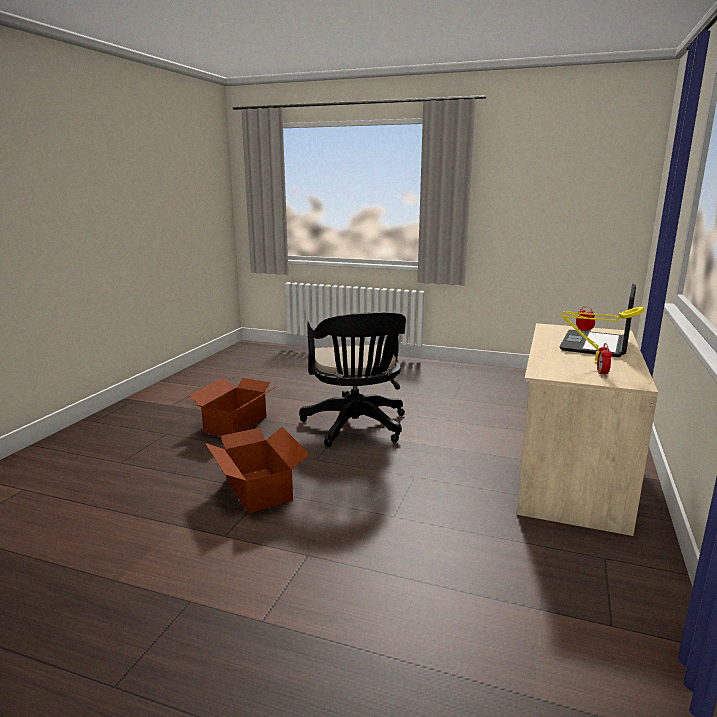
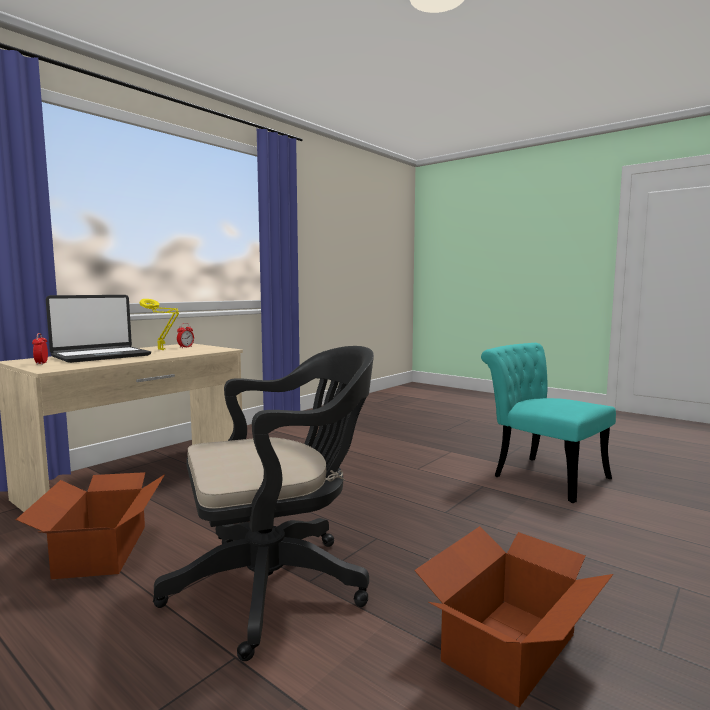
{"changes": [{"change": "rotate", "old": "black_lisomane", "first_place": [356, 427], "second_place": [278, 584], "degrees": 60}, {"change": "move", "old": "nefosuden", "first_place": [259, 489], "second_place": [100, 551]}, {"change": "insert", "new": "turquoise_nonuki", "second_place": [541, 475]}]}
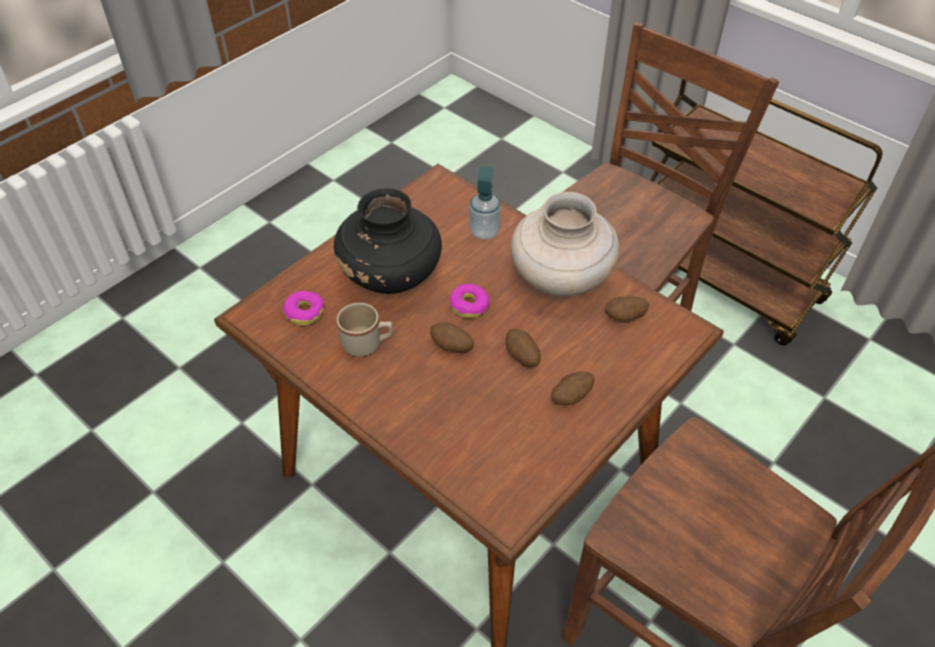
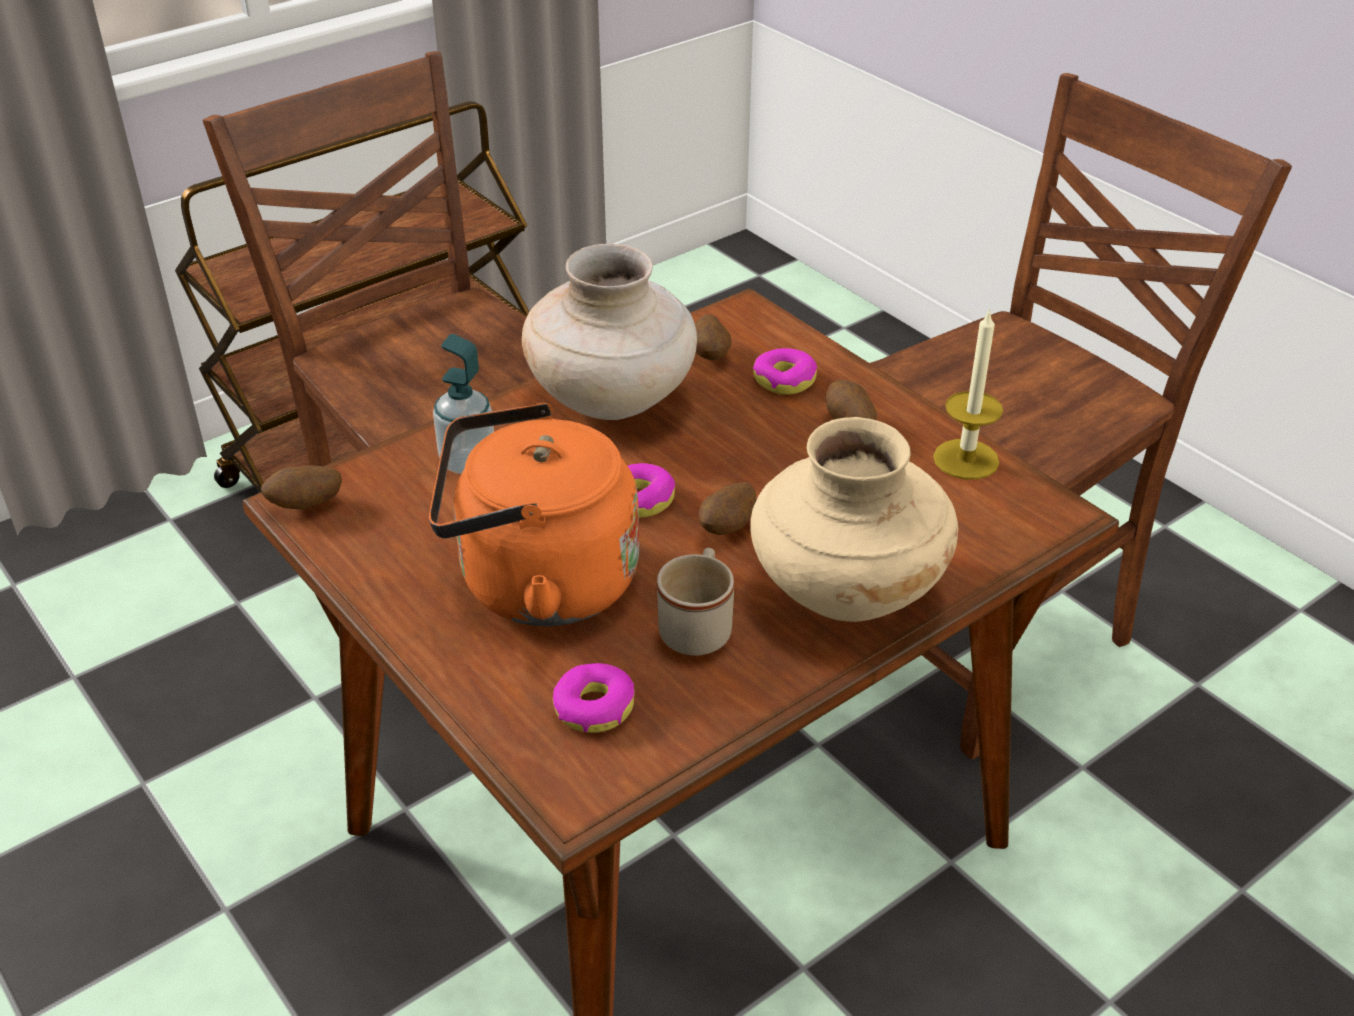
{"changes": [{"change": "replace", "old": "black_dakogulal", "new": "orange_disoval", "first_place": [391, 276], "second_place": [537, 583]}, {"change": "move", "old": "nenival", "first_place": [522, 357], "second_place": [306, 506]}, {"change": "insert", "new": "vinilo", "second_place": [966, 459]}, {"change": "insert", "new": "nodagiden", "second_place": [785, 380]}, {"change": "insert", "new": "beige_dakogulal", "second_place": [845, 591]}]}
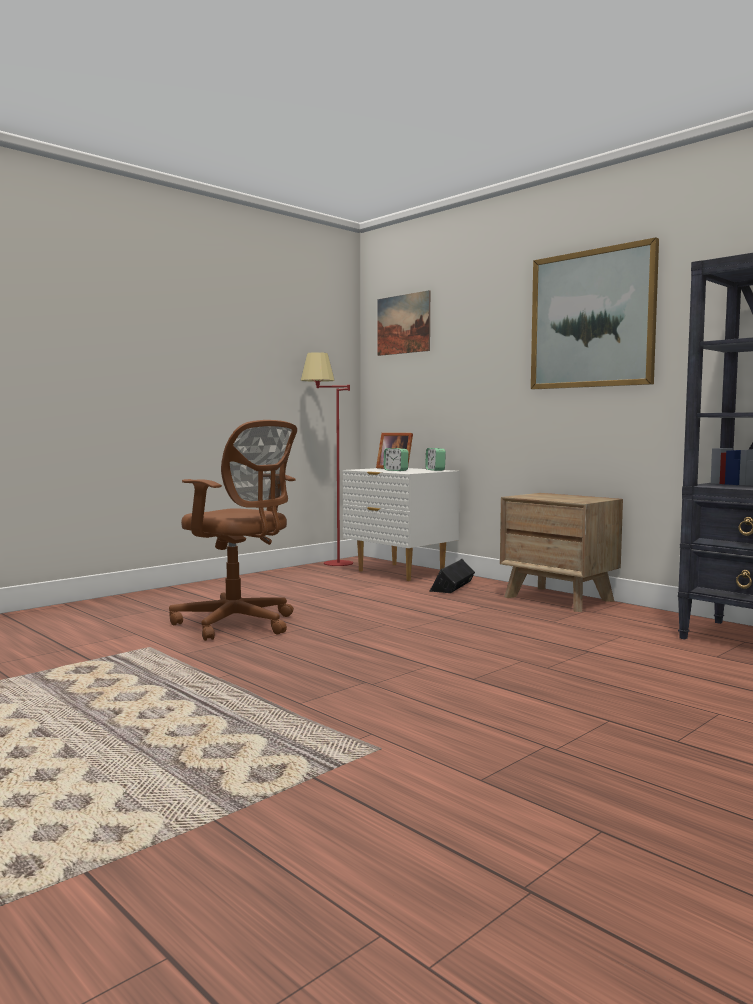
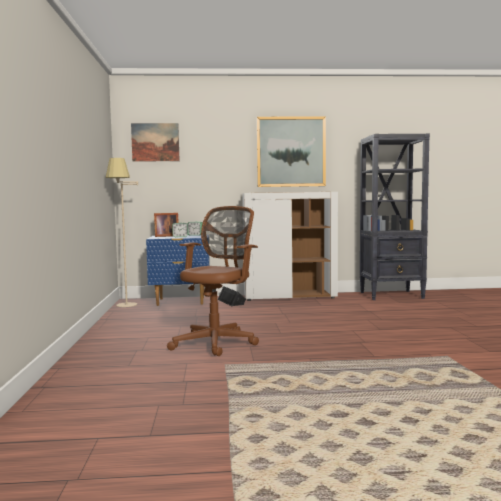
{"changes": [{"change": "recolor", "old": "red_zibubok", "new": "beige_zibubok", "first_place": [328, 565], "second_place": [125, 307]}, {"change": "rotate", "old": "brown_lisomane", "first_place": [238, 624], "second_place": [217, 342], "degrees": -45}, {"change": "recolor", "old": "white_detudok", "new": "blue_detudok", "first_place": [400, 572], "second_place": [181, 302]}, {"change": "replace", "old": "brown_detudok", "new": "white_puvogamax", "first_place": [559, 599], "second_place": [290, 297]}]}
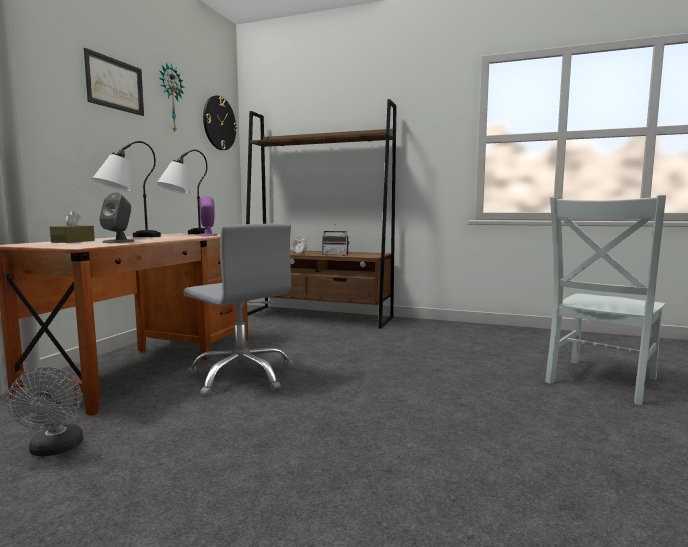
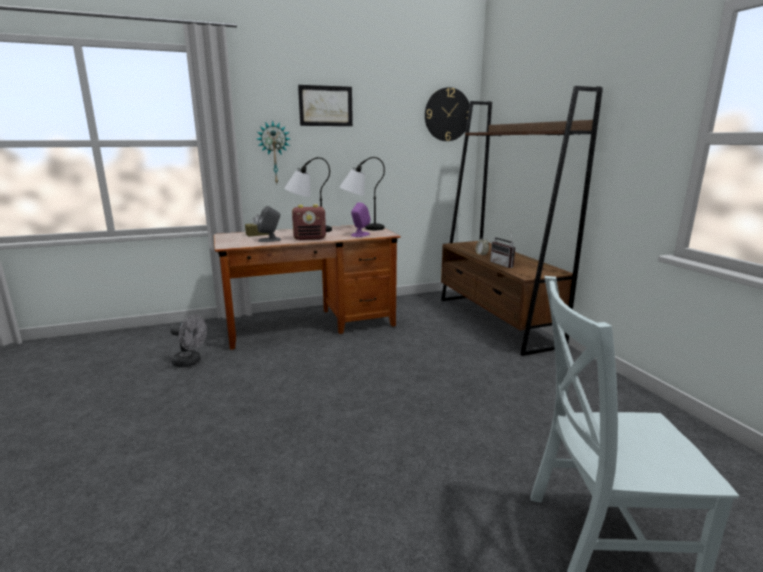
{"changes": [{"change": "move", "old": "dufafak", "first_place": [170, 98], "second_place": [274, 153]}, {"change": "delete", "old": "grey_lisomane", "first_place": [242, 376]}, {"change": "rotate", "old": "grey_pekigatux", "first_place": [55, 450], "second_place": [191, 362], "degrees": -105}, {"change": "insert", "new": "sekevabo", "second_place": [310, 238]}]}
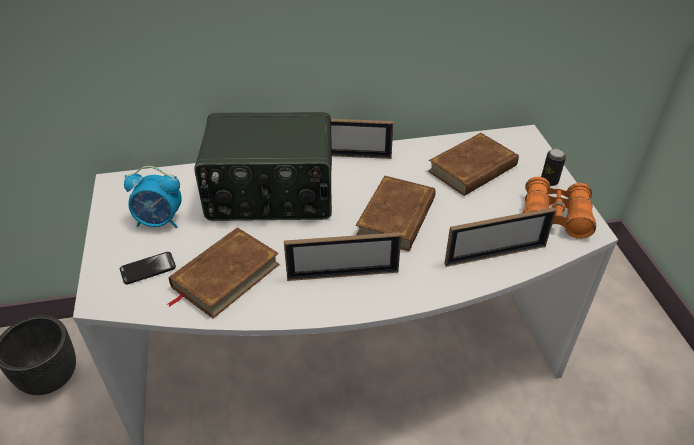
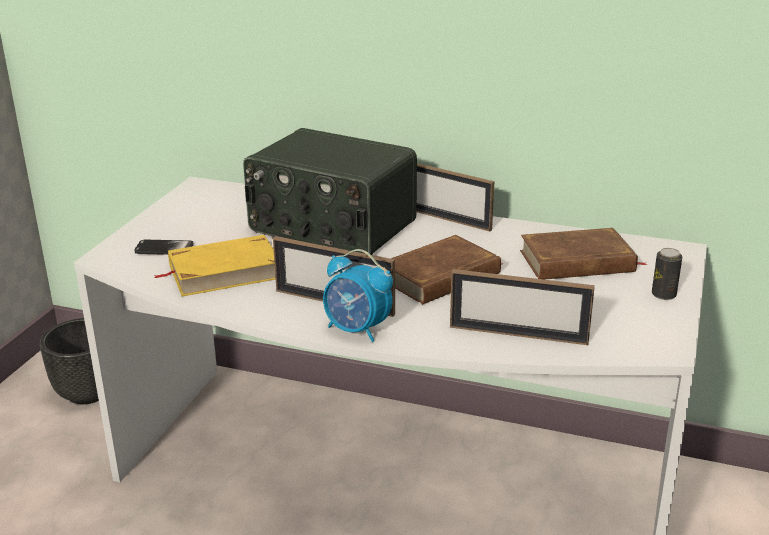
{"changes": [{"change": "move", "old": "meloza", "first_place": [160, 221], "second_place": [357, 330]}, {"change": "delete", "old": "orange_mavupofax", "first_place": [555, 217]}, {"change": "recolor", "old": "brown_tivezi", "new": "yellow_tivezi", "first_place": [225, 276], "second_place": [224, 272]}]}
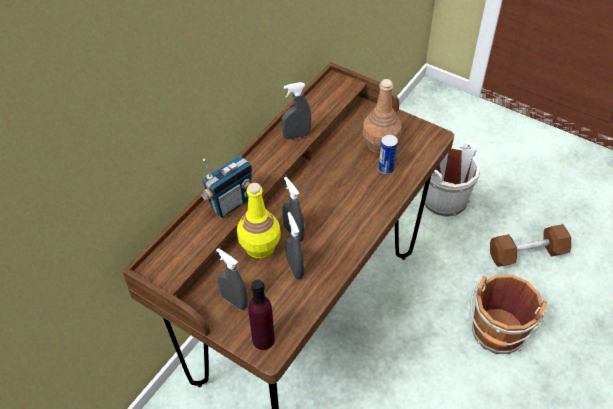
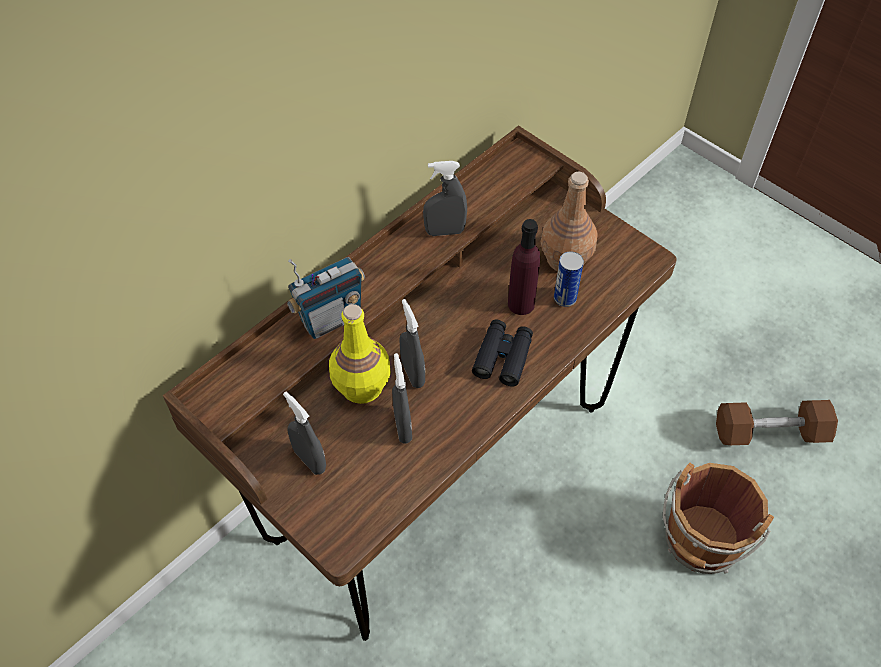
{"changes": [{"change": "delete", "old": "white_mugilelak", "first_place": [442, 198]}, {"change": "move", "old": "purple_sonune", "first_place": [263, 340], "second_place": [521, 304]}, {"change": "insert", "new": "black_mavupofax", "second_place": [503, 357]}]}
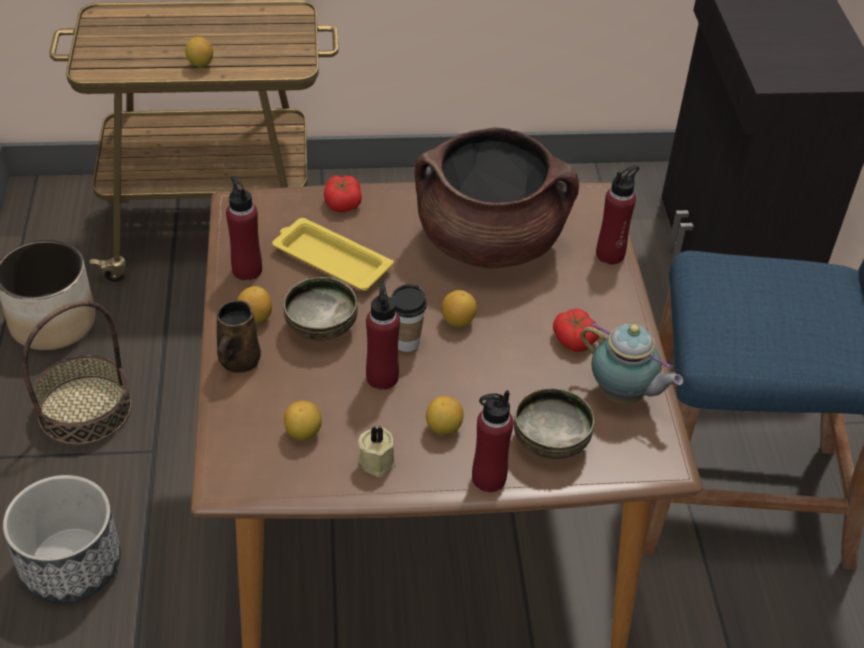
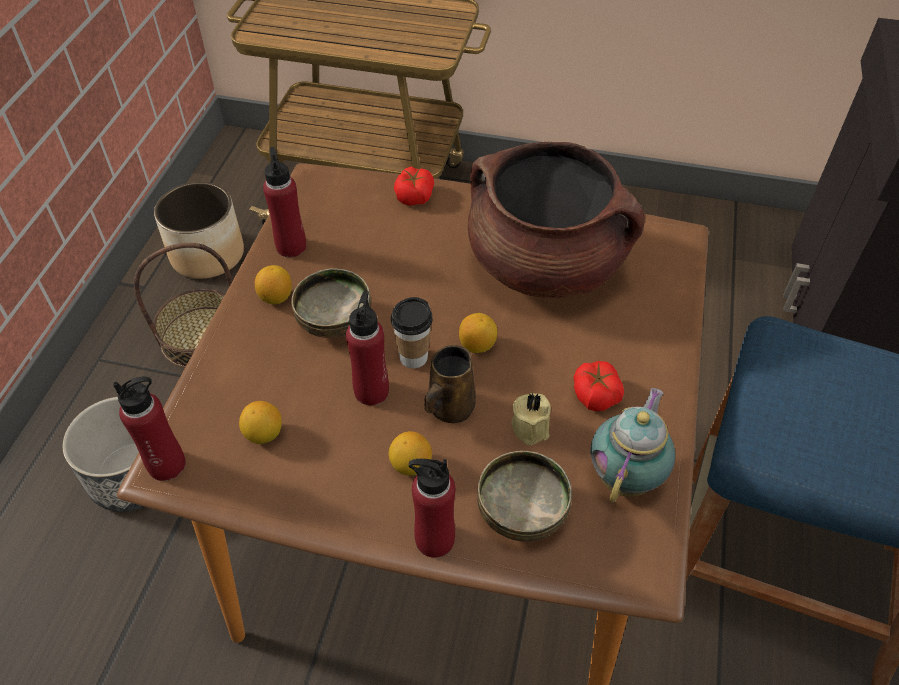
{"changes": [{"change": "delete", "old": "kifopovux", "first_place": [200, 64]}, {"change": "move", "old": "red_sonune", "first_place": [610, 254], "second_place": [167, 464]}, {"change": "delete", "old": "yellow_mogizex", "first_place": [330, 260]}, {"change": "move", "old": "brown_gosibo", "first_place": [238, 361], "second_place": [449, 408]}, {"change": "rotate", "old": "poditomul", "first_place": [623, 396], "second_place": [626, 476], "degrees": -120}, {"change": "move", "old": "beige_vinilo", "first_place": [377, 460], "second_place": [531, 426]}]}
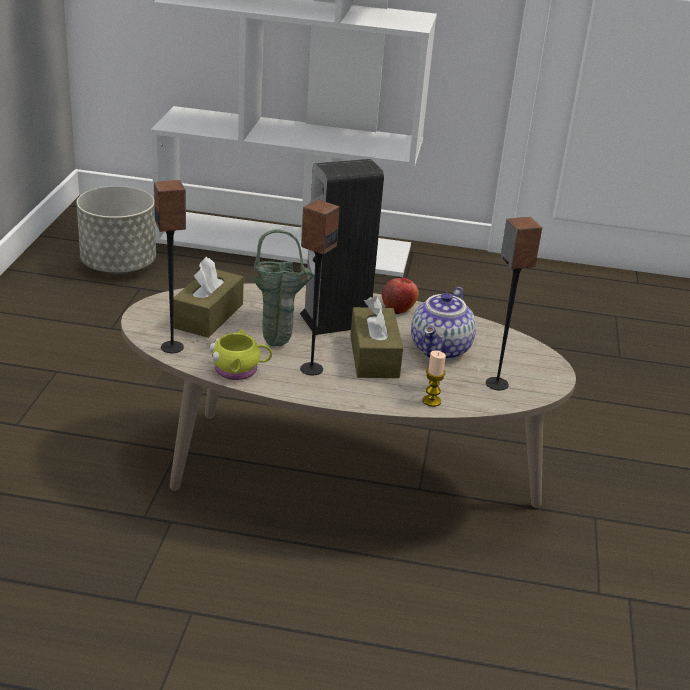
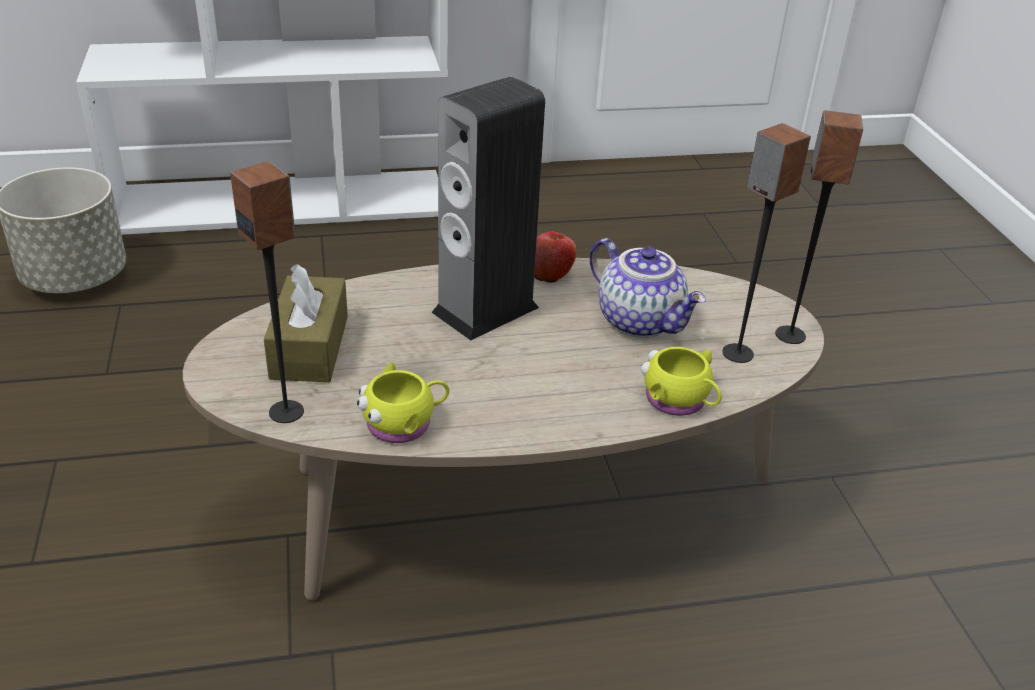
{"changes": [{"change": "move", "old": "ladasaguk", "first_place": [311, 369], "second_place": [789, 335]}, {"change": "delete", "old": "green_dakogulal", "first_place": [280, 345]}, {"change": "rotate", "old": "poditomul", "first_place": [441, 350], "second_place": [641, 321], "degrees": -45}, {"change": "delete", "old": "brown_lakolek", "first_place": [374, 356]}, {"change": "replace", "old": "vinilo", "new": "yellow_gosibo", "first_place": [431, 401], "second_place": [679, 401]}]}
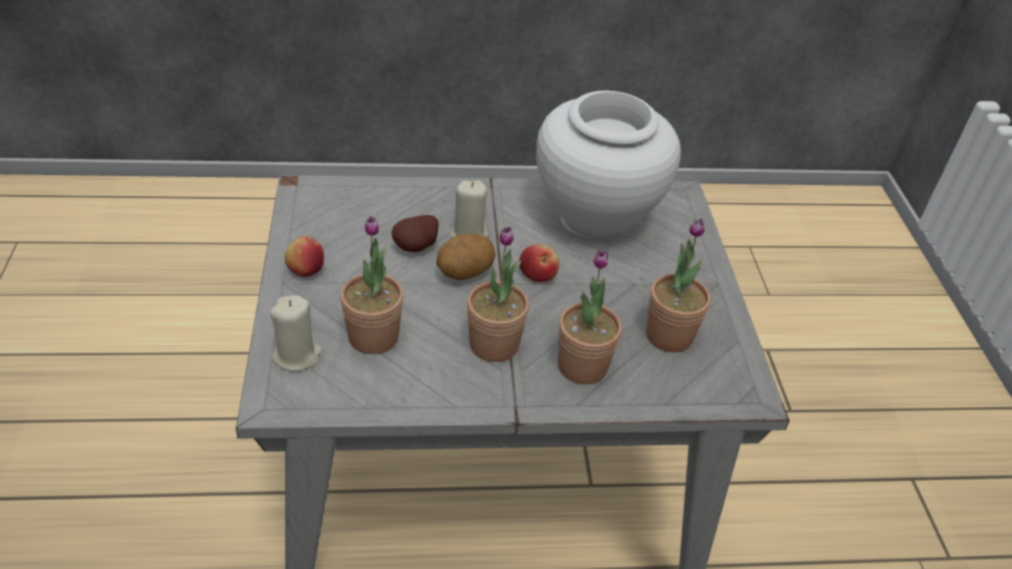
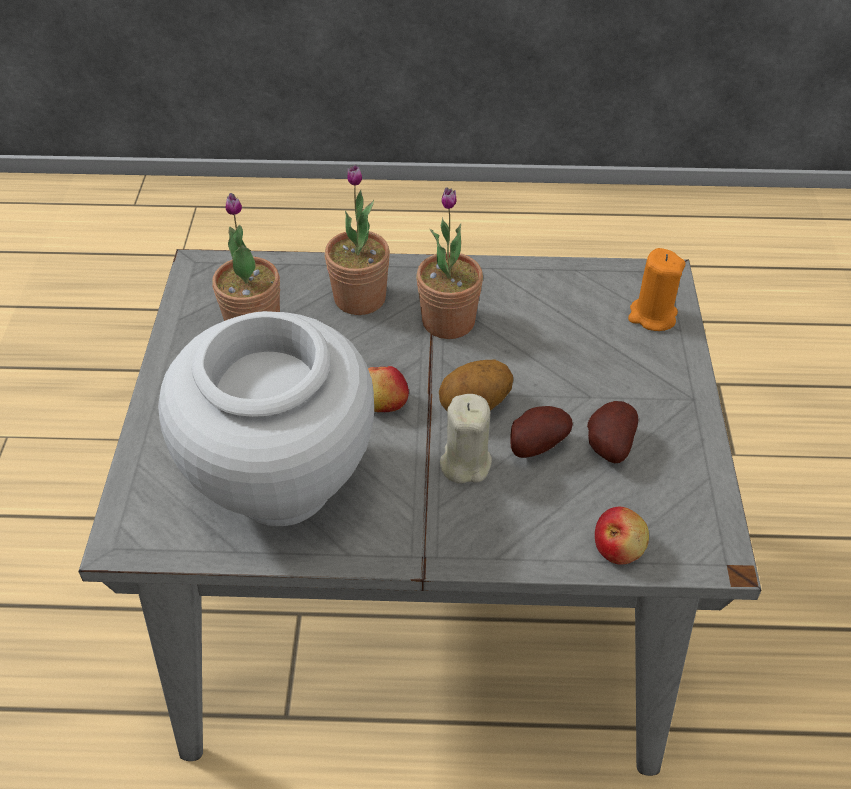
{"changes": [{"change": "delete", "old": "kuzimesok", "first_place": [373, 337]}, {"change": "move", "old": "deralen", "first_place": [305, 269], "second_place": [618, 548]}, {"change": "recolor", "old": "beige_vinilo", "new": "orange_vinilo", "first_place": [297, 356], "second_place": [652, 316]}, {"change": "insert", "new": "nenival", "second_place": [607, 446]}]}
